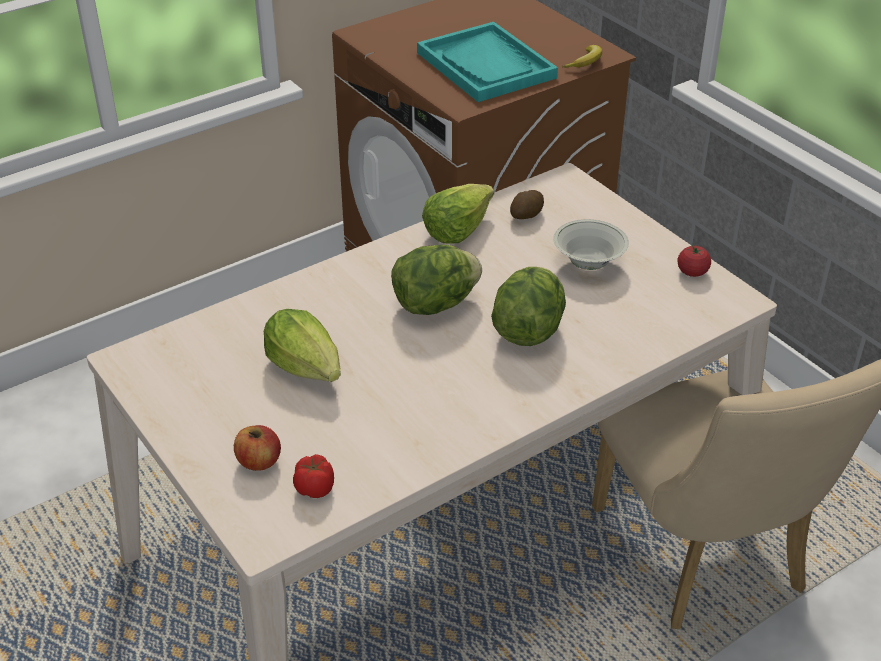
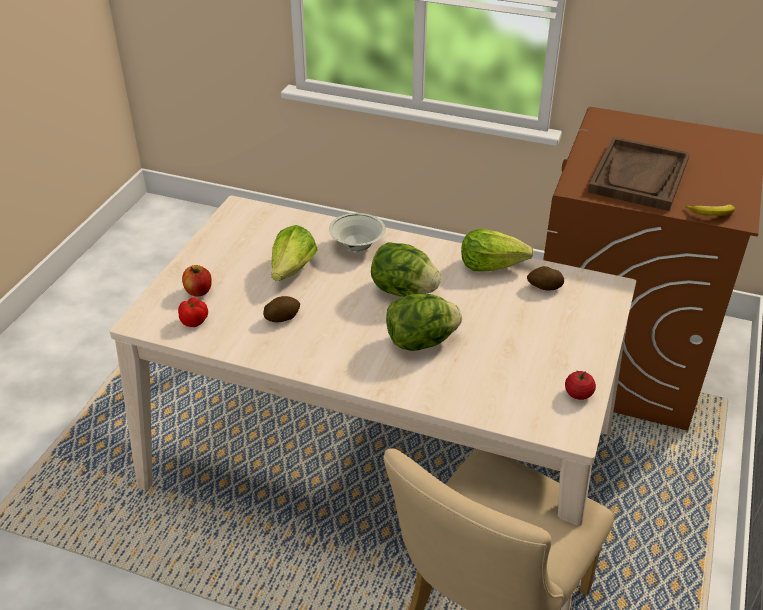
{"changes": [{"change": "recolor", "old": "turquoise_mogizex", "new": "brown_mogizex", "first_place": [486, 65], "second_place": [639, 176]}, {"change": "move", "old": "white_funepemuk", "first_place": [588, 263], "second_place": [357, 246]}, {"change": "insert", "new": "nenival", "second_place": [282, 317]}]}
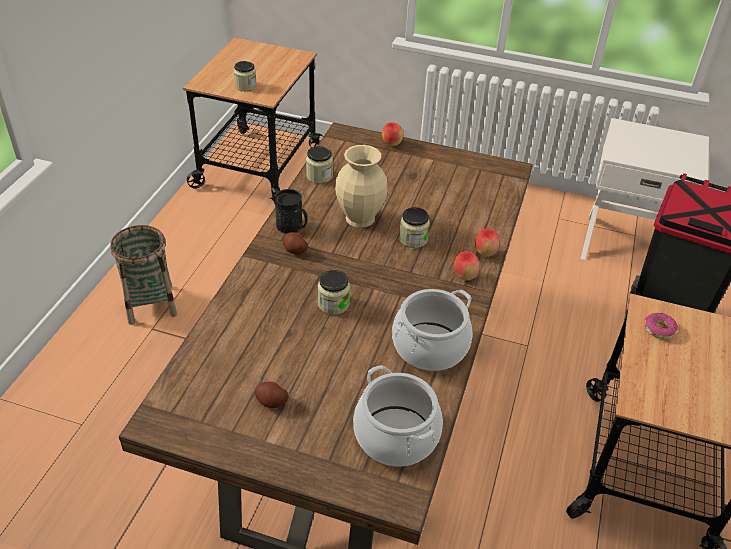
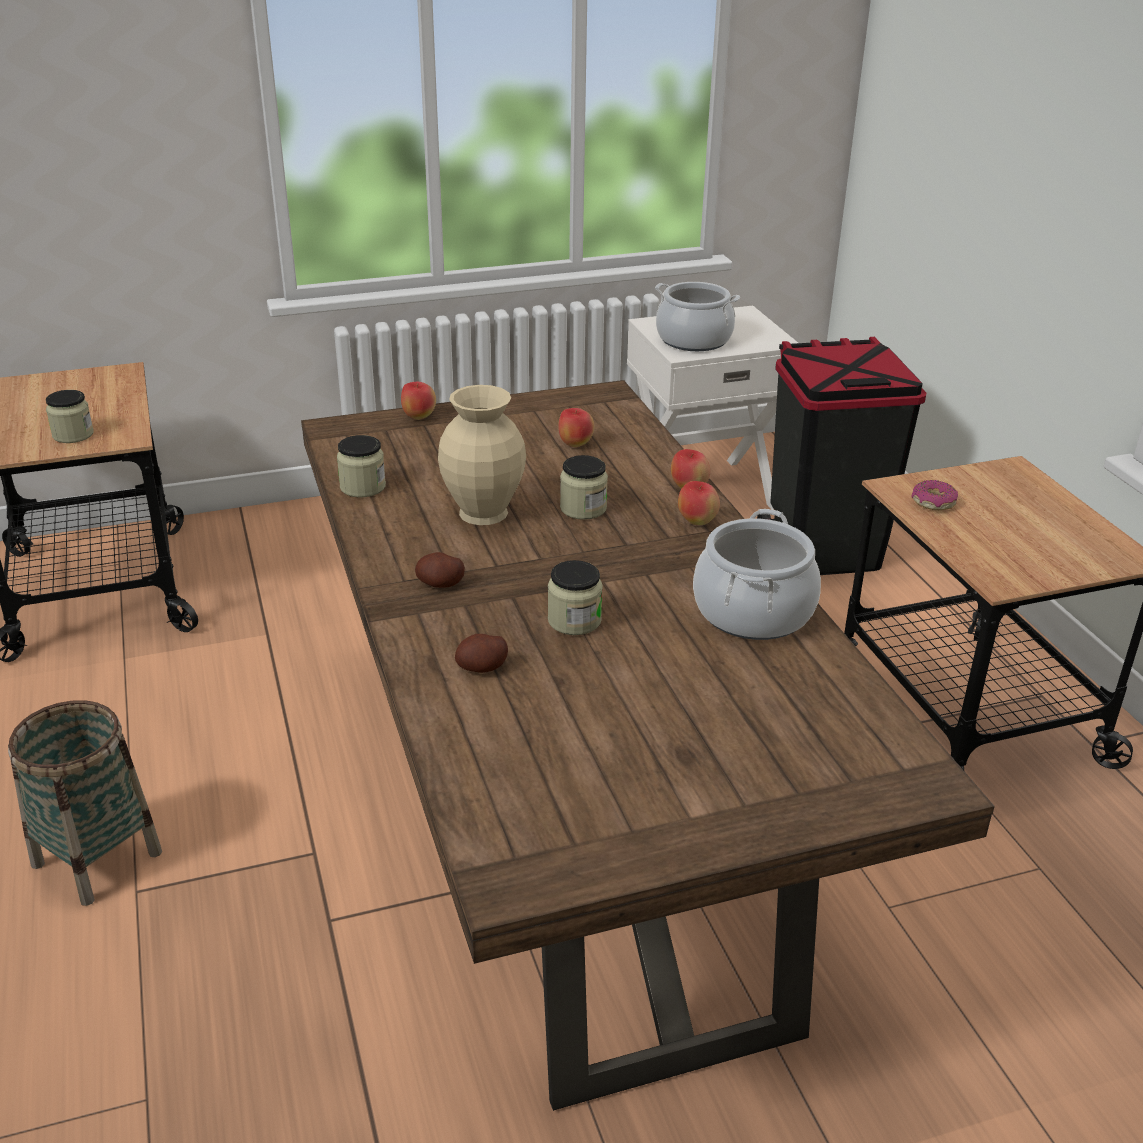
{"changes": [{"change": "delete", "old": "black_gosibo", "first_place": [292, 227]}, {"change": "move", "old": "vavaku", "first_place": [396, 435], "second_place": [694, 339]}, {"change": "move", "old": "nenival", "first_place": [271, 401], "second_place": [482, 667]}, {"change": "insert", "new": "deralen", "second_place": [575, 444]}]}
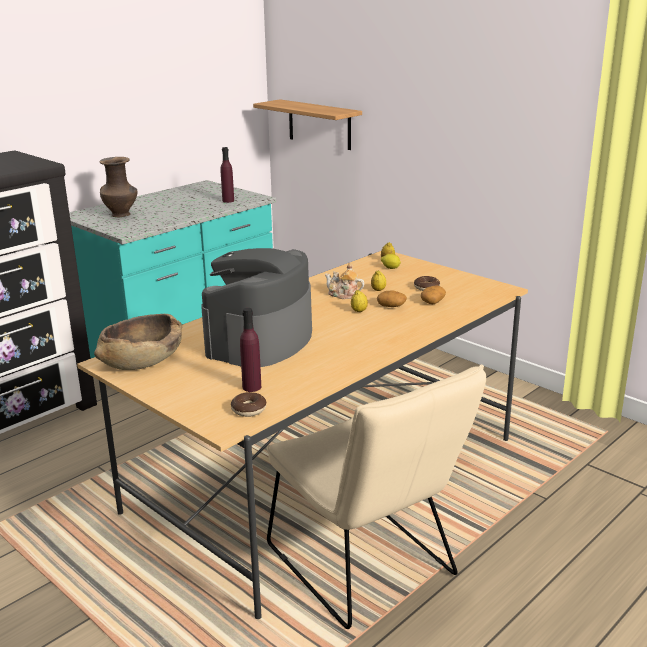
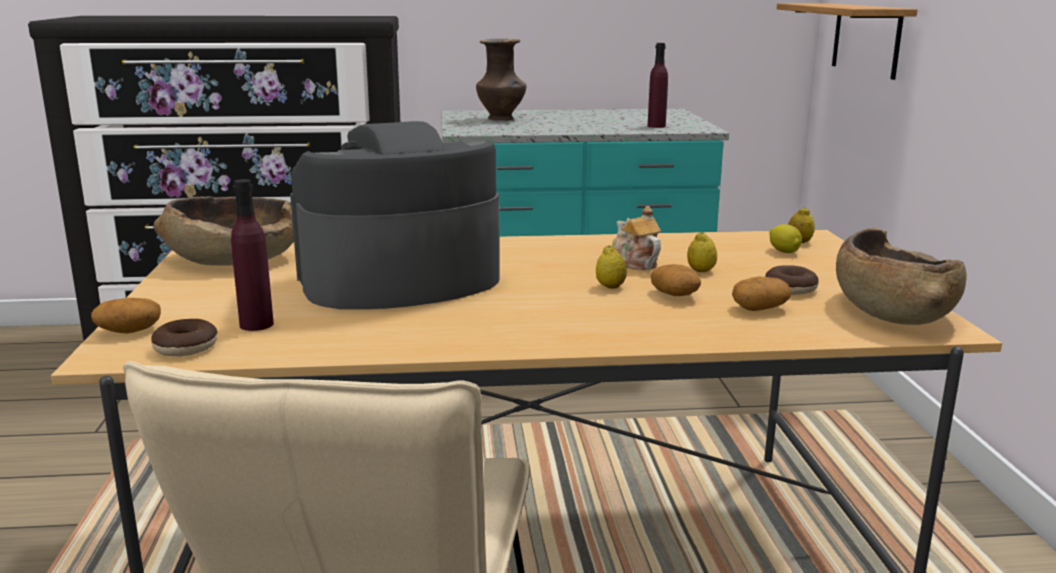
{"changes": [{"change": "insert", "new": "brown_funepemuk", "second_place": [891, 310]}, {"change": "insert", "new": "nenival", "second_place": [128, 331]}]}
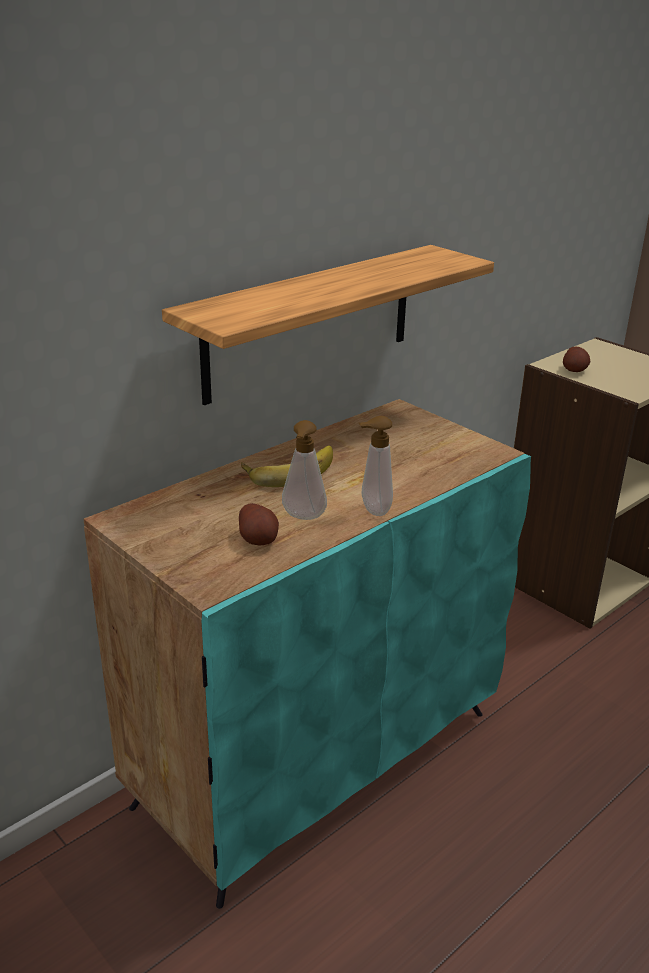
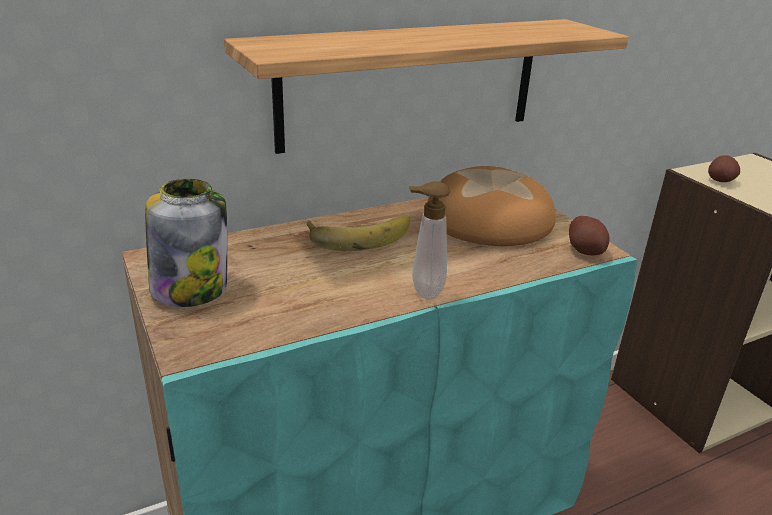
{"changes": [{"change": "delete", "old": "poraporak", "first_place": [303, 517]}, {"change": "move", "old": "nenival", "first_place": [258, 539], "second_place": [585, 250]}, {"change": "insert", "new": "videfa", "second_place": [490, 219]}, {"change": "insert", "new": "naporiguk", "second_place": [191, 287]}]}
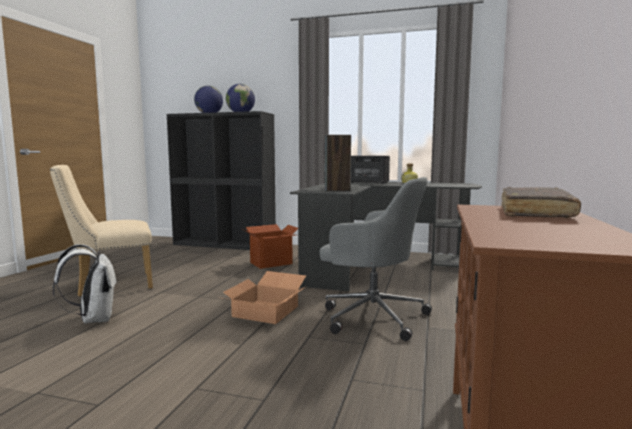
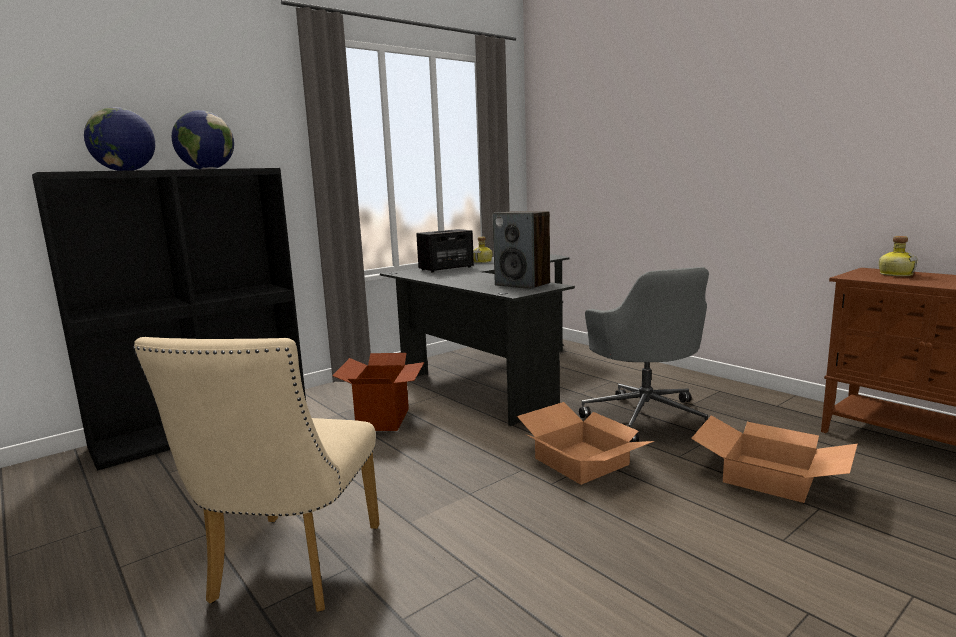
{"changes": [{"change": "rotate", "old": "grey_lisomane", "first_place": [371, 316], "second_place": [645, 416], "degrees": 105}, {"change": "replace", "old": "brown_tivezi", "new": "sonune", "first_place": [535, 212], "second_place": [895, 274]}, {"change": "delete", "old": "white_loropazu", "first_place": [93, 319]}, {"change": "insert", "new": "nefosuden", "second_place": [771, 477]}]}
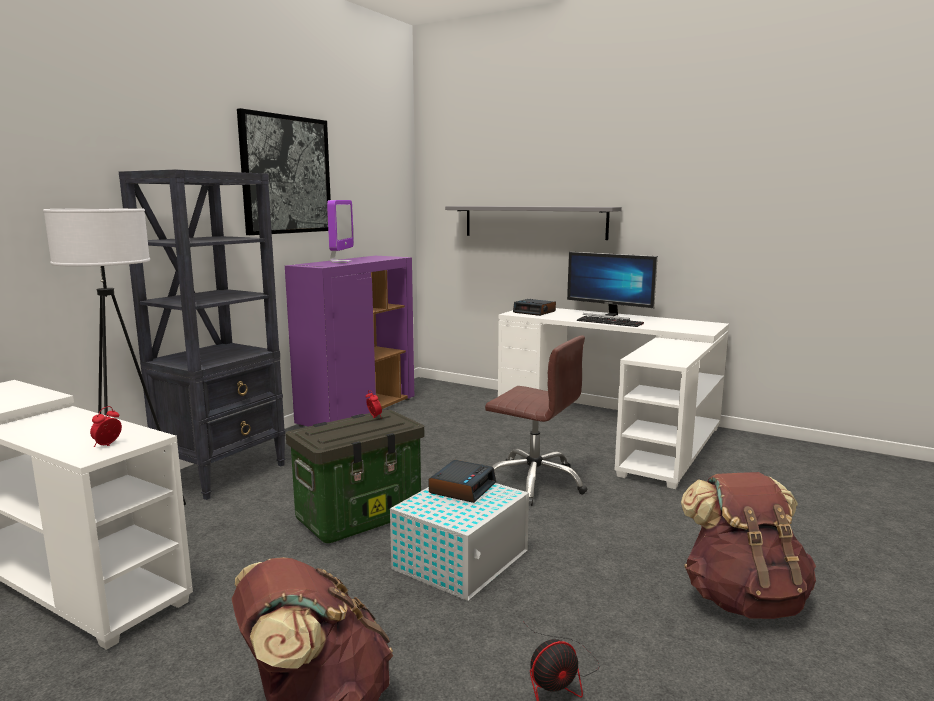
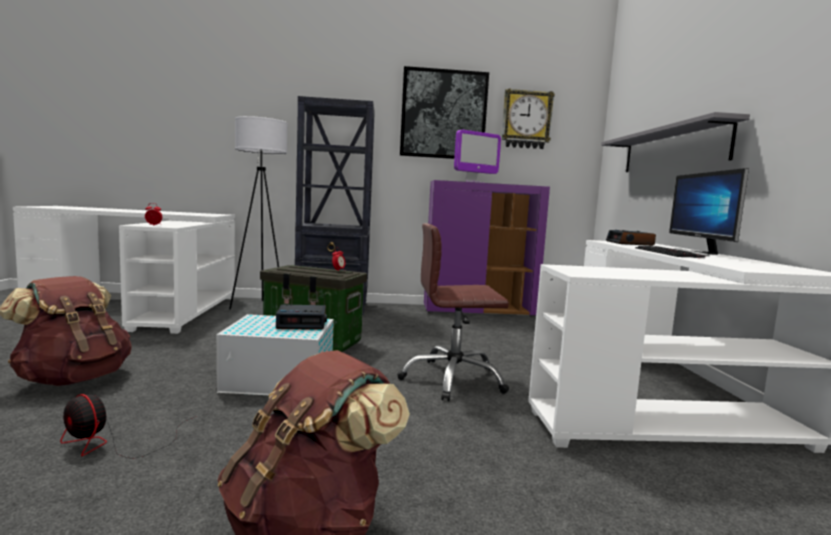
{"changes": [{"change": "rotate", "old": "brown_lisomane", "first_place": [534, 482], "second_place": [453, 380], "degrees": 90}, {"change": "insert", "new": "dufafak", "second_place": [526, 120]}]}
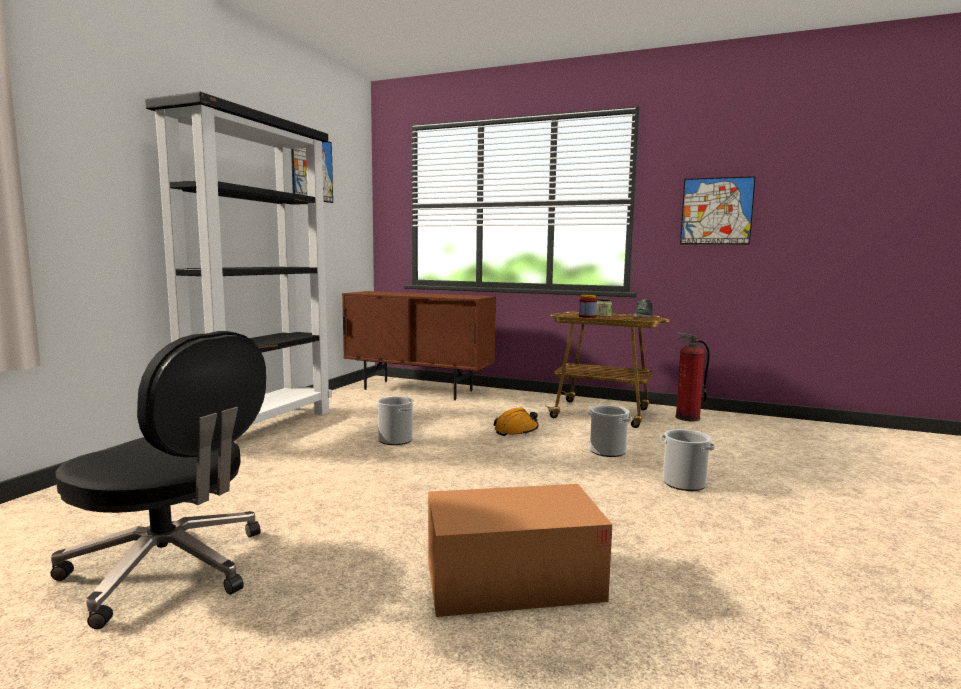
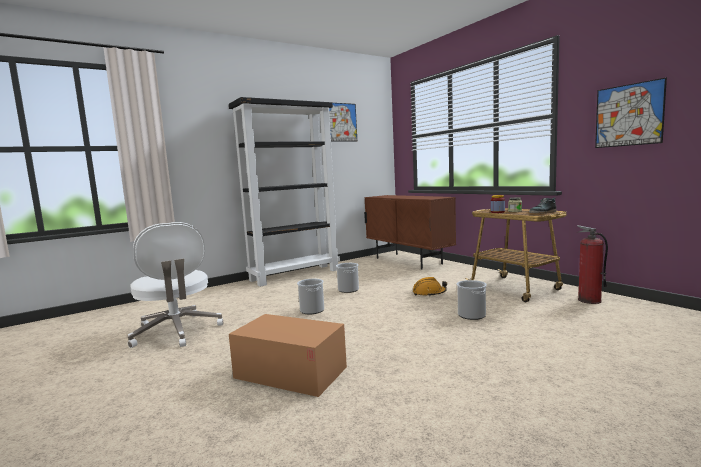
{"changes": [{"change": "recolor", "old": "black_lisomane", "new": "white_lisomane", "first_place": [170, 568], "second_place": [176, 332]}, {"change": "move", "old": "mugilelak", "first_place": [684, 483], "second_place": [312, 310]}]}
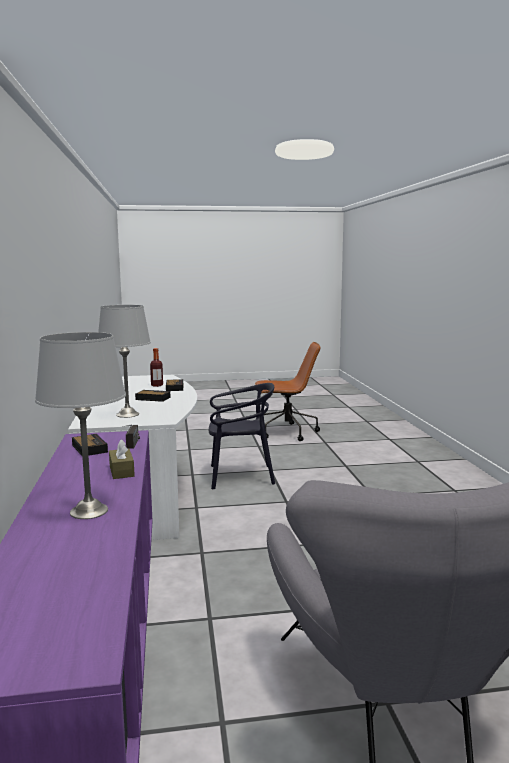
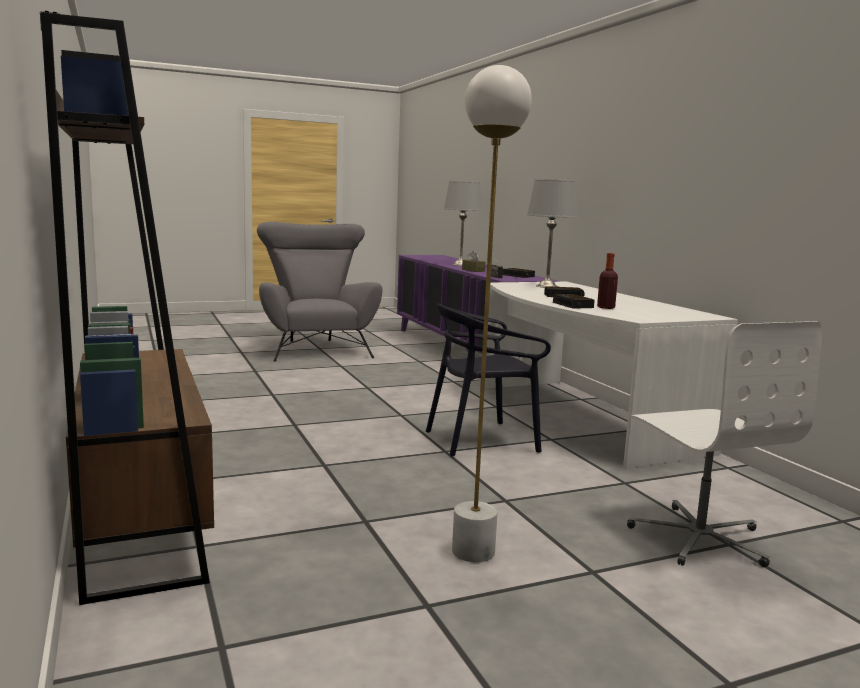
{"changes": [{"change": "replace", "old": "brown_lisomane", "new": "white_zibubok", "first_place": [286, 432], "second_place": [473, 552]}, {"change": "insert", "new": "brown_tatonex", "second_place": [141, 514]}, {"change": "insert", "new": "white_lisomane", "second_place": [699, 538]}]}
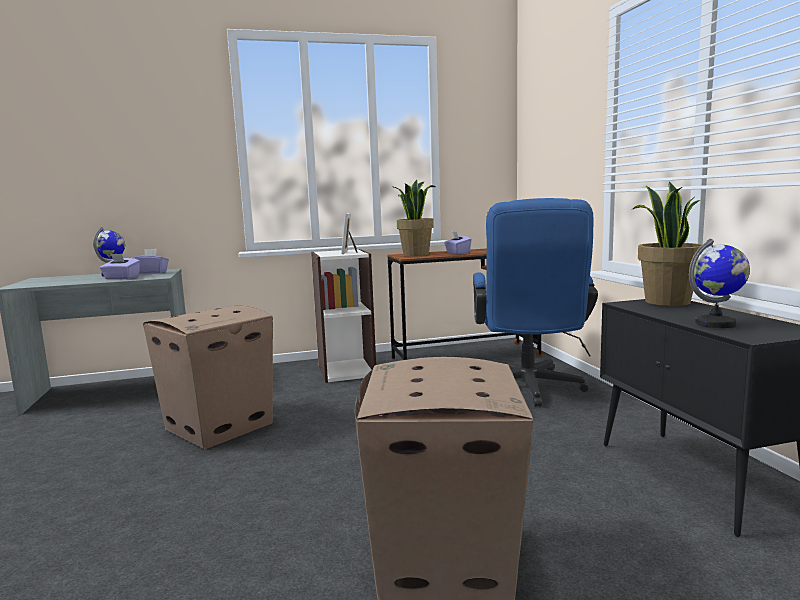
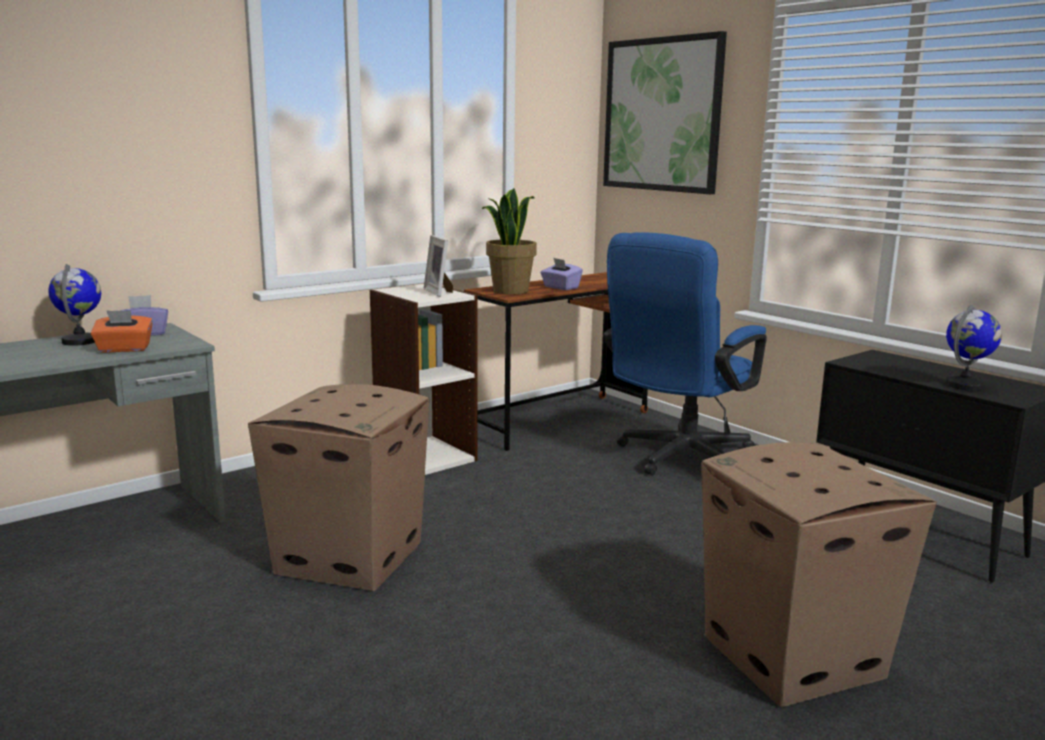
{"changes": [{"change": "delete", "old": "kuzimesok", "first_place": [666, 302]}, {"change": "rotate", "old": "blue_lisomane", "first_place": [529, 389], "second_place": [678, 458], "degrees": 60}, {"change": "recolor", "old": "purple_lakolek", "new": "orange_lakolek", "first_place": [121, 278], "second_place": [124, 349]}, {"change": "insert", "new": "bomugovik", "second_place": [662, 115]}]}
